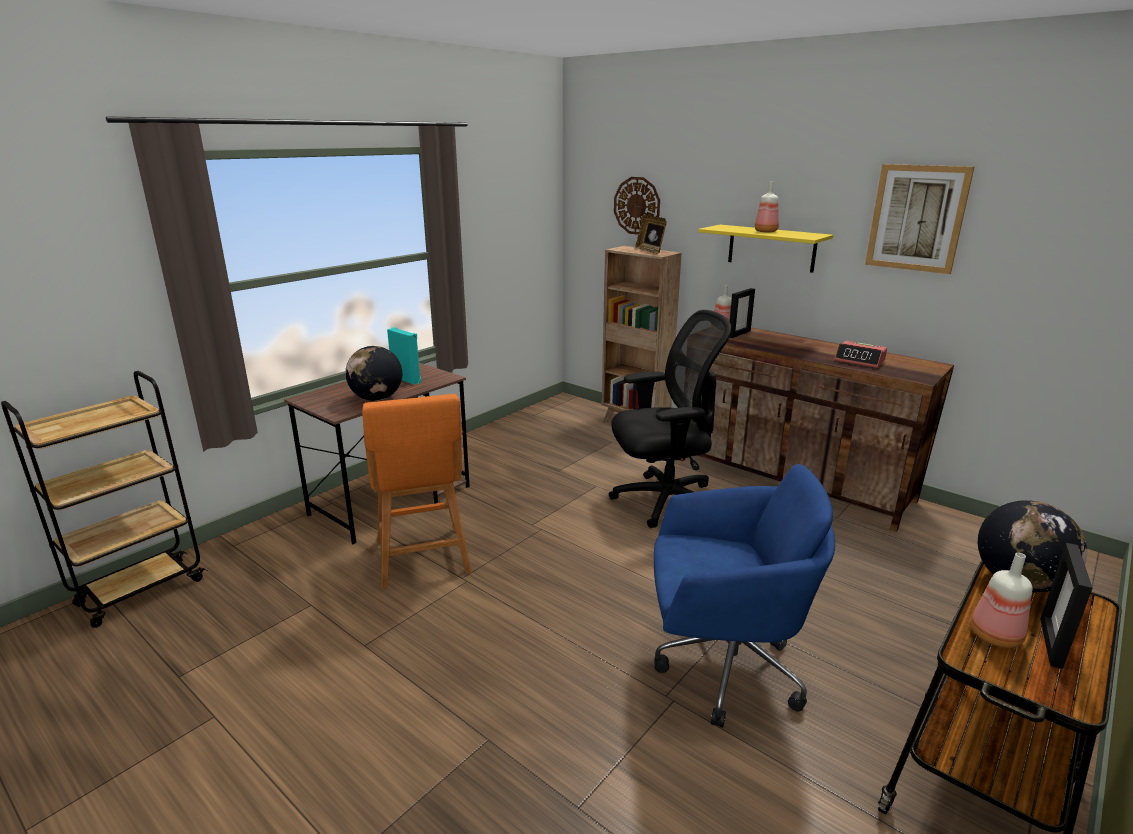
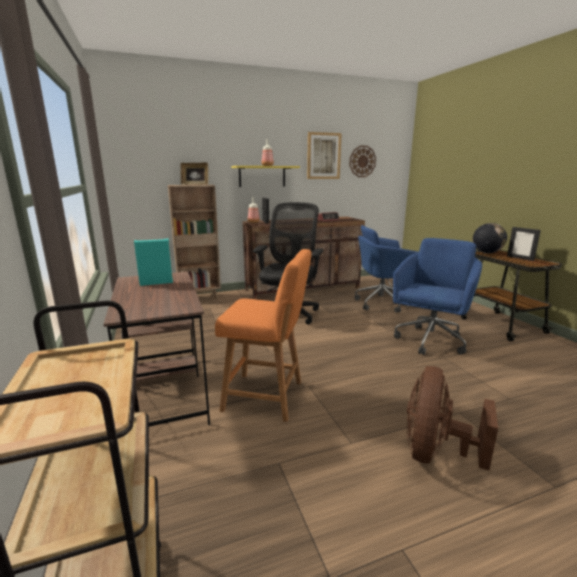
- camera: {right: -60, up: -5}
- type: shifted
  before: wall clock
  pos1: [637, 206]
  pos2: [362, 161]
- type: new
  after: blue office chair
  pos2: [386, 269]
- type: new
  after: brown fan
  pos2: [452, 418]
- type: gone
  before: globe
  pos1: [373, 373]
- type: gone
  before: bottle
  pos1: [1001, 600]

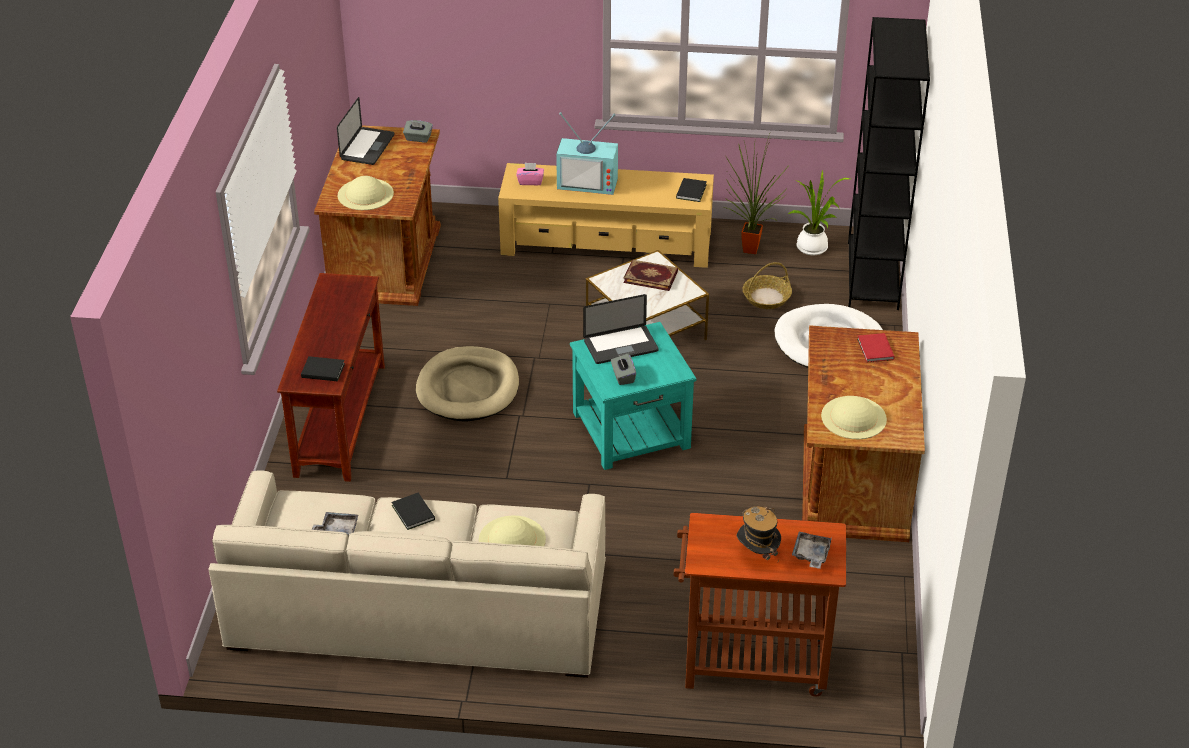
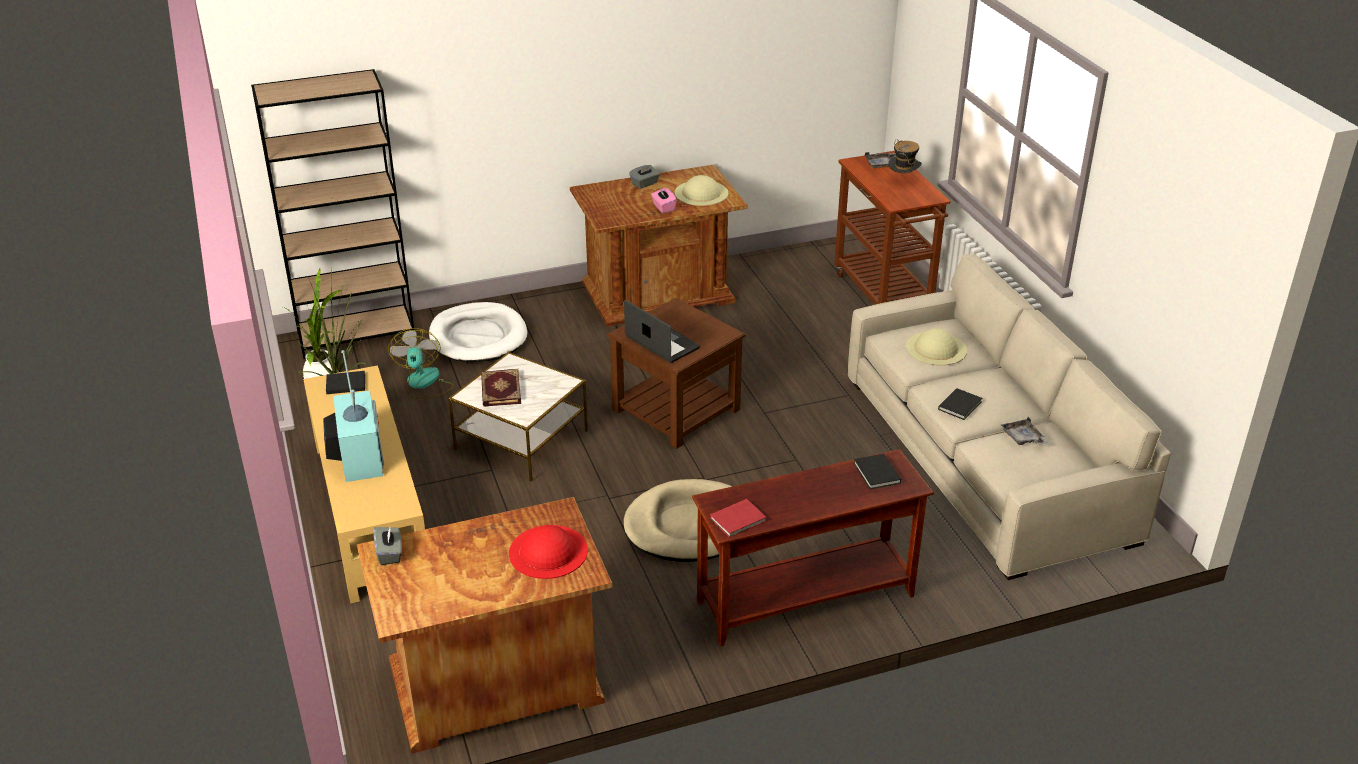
- camera: {right: -115, up: -5}
- type: repainted
  before: black bookcase
  after: beige bookcase
  pos1: [889, 163]
  pos2: [332, 214]
- type: swapped
  before: basket
  after: fan
  pos1: [767, 285]
  pos2: [421, 364]
- type: repainted
  before: beige hat
  after: red hat
  pos1: [366, 193]
  pos2: [548, 552]
- type: repainted
  before: turquoise side table
  after: brown side table
  pos1: [633, 396]
  pos2: [677, 373]
- type: shifted
  before: grey tissue box
  pos1: [623, 369]
  pos2: [644, 177]
- type: shifted
  before: pink tissue box
  pos1: [530, 174]
  pos2: [664, 200]
- type: shifted
  before: red book
  pos1: [876, 348]
  pos2: [738, 518]
- type: gone
  before: laptop
  pos1: [366, 131]

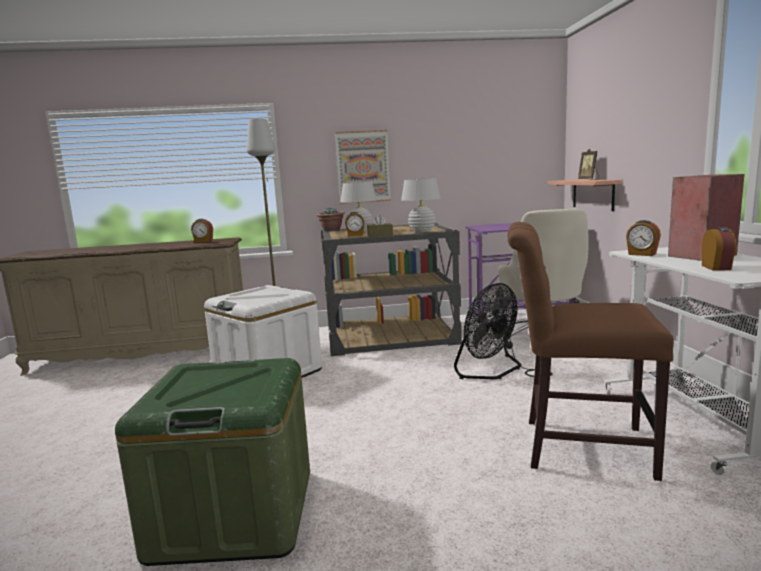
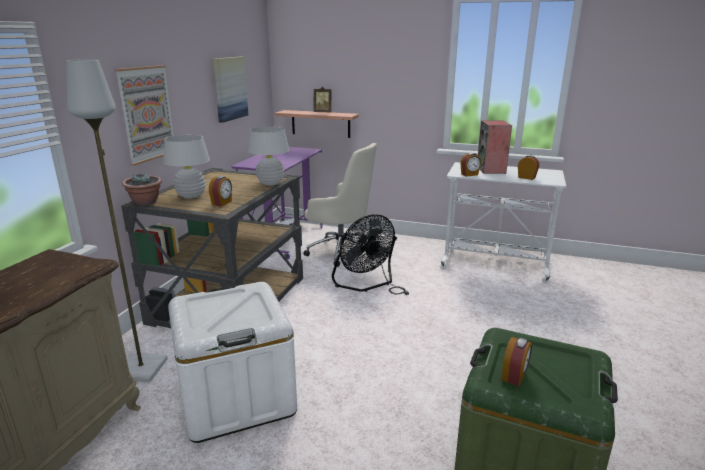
- camera: {right: -65, up: 10}
- type: new
  after: picture
  pos2: [230, 90]
- type: rotated
  before: black fan
  pos1: [503, 331]
  pos2: [370, 254]
  turn: 75
- type: shifted
  before: alarm clock
  pos1: [202, 231]
  pos2: [517, 361]
- type: gone
  before: brown tissue box
  pos1: [380, 225]
- type: gone
  before: brown chair
  pos1: [590, 351]

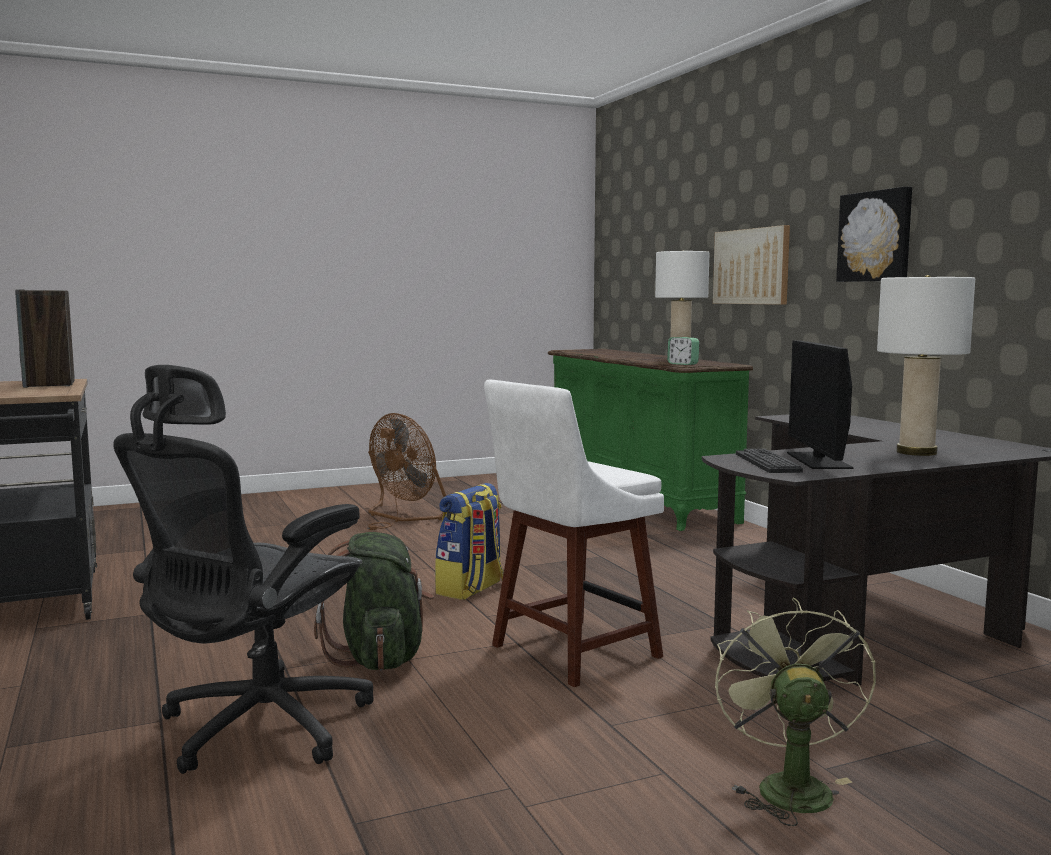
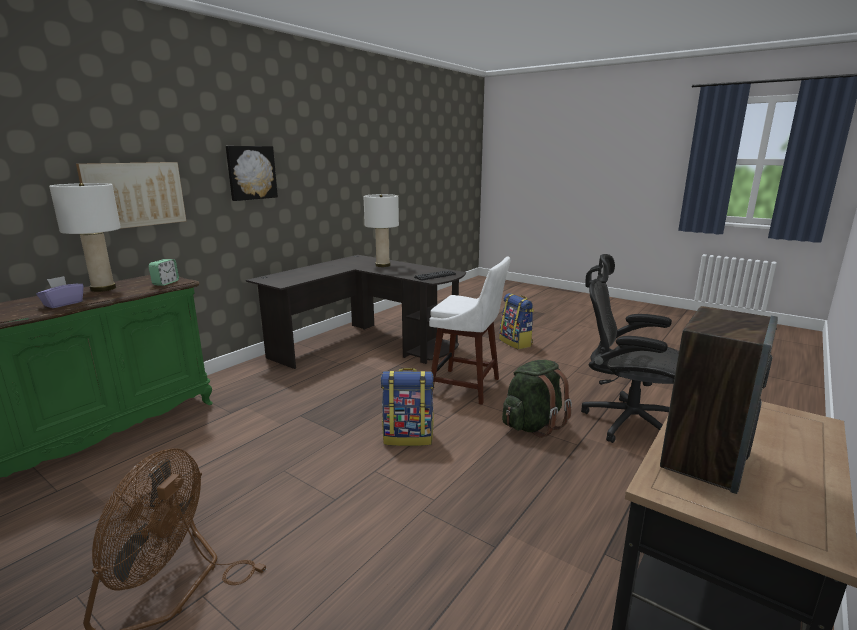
- camera: {right: -120, up: 10}
- type: new
  after: purple tissue box
  pos2: [59, 292]
- type: swapped
  before: green fan
  after: backpack
  pos1: [795, 712]
  pos2: [516, 321]
- type: rotated
  before: office chair
  pos1: [243, 569]
  pos2: [630, 348]
  turn: -150
- type: gone
  before: monitor
  pos1: [820, 404]

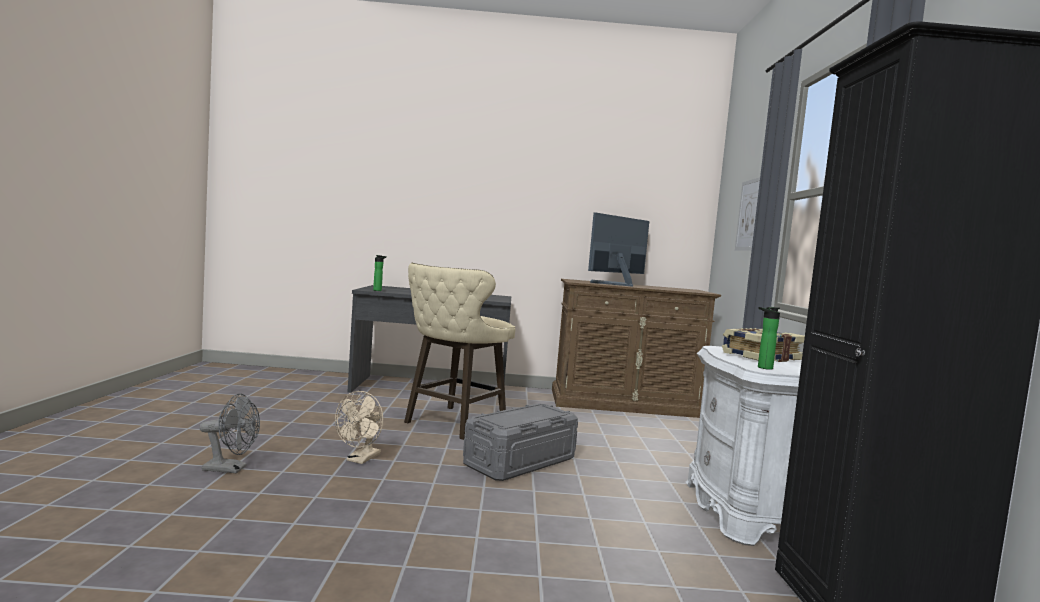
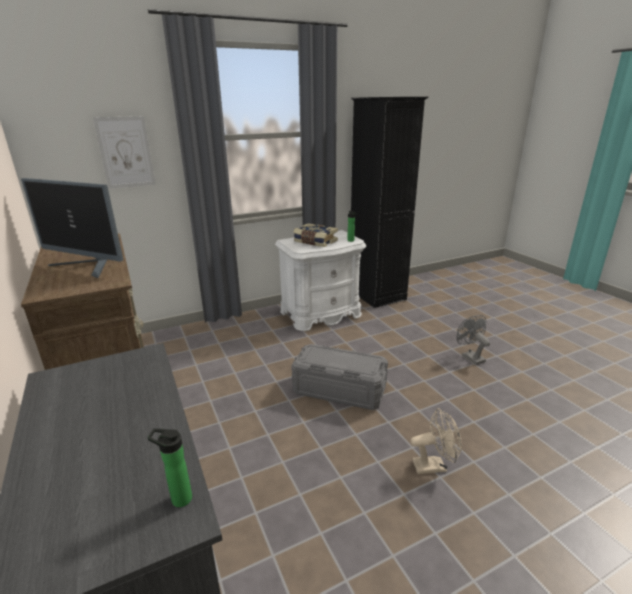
- camera: {right: -115, up: 20}
- type: shifted
  before: grey fan
  pos1: [229, 433]
  pos2: [473, 340]
- type: gone
  before: beige stool
  pos1: [459, 351]

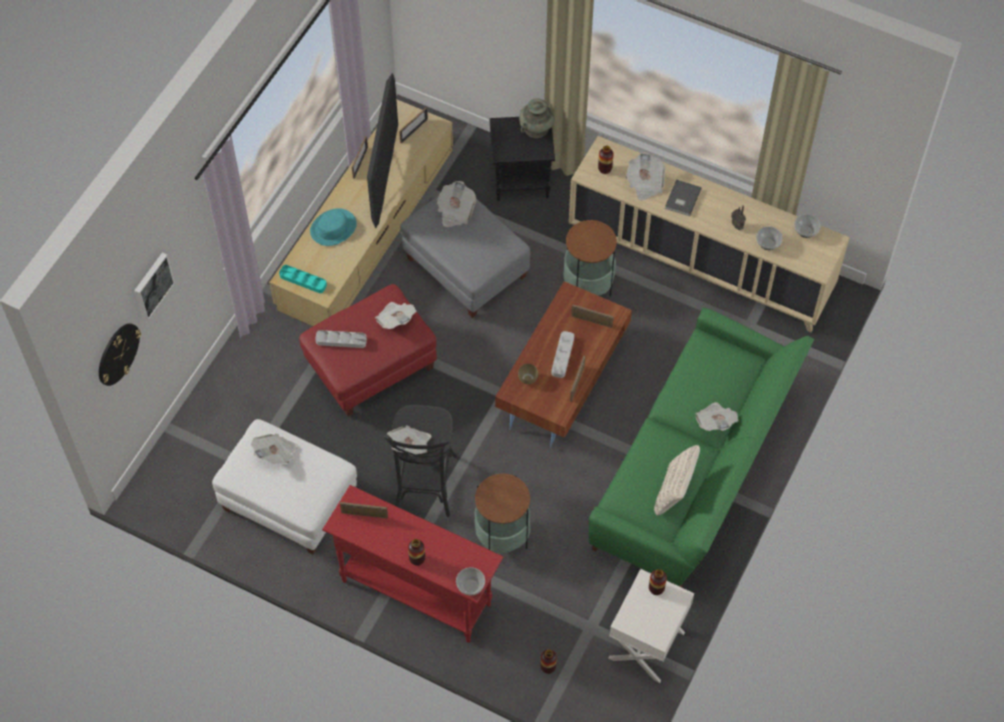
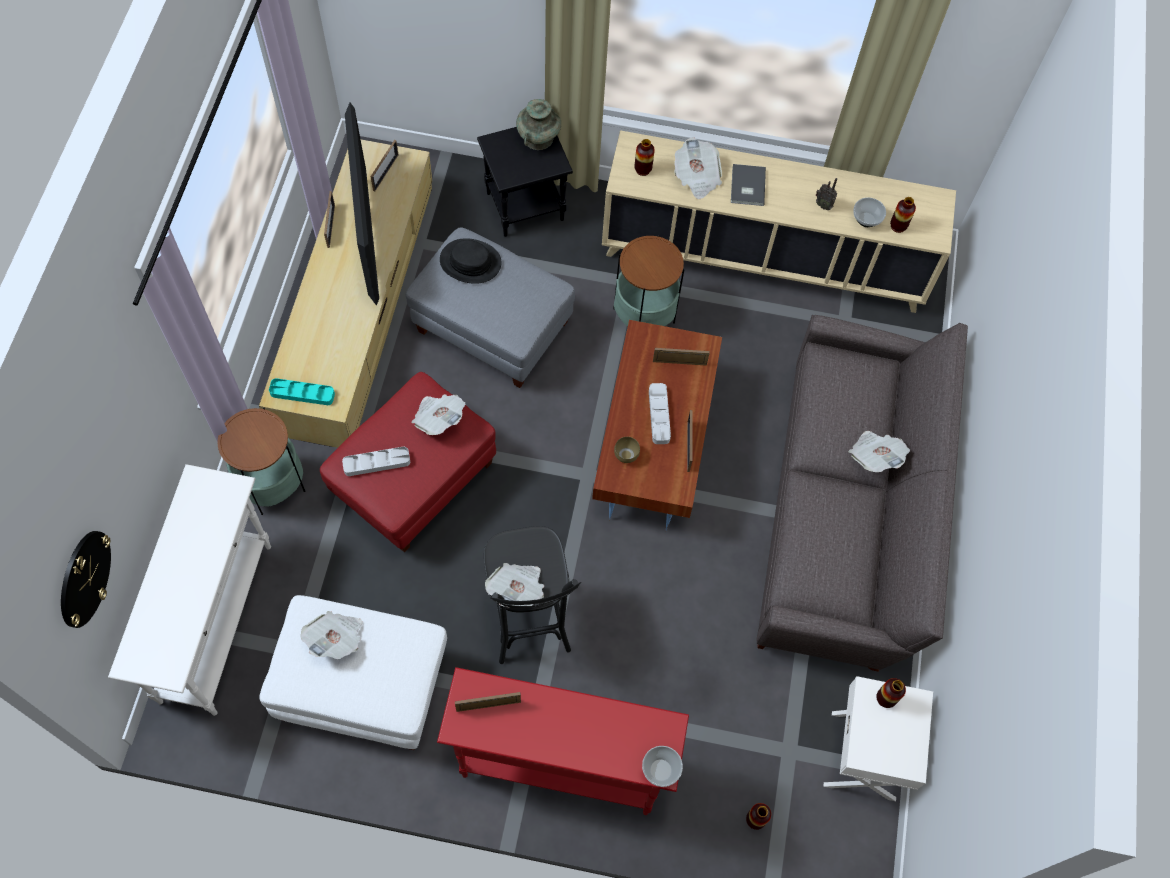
- camera: {right: -20, up: 5}
- type: new
  after: white console table
  pos2: [189, 590]
- type: shifted
  before: side table
  pos1: [502, 514]
  pos2: [261, 461]
- type: swapped
  before: newspaper
  after: black hat
  pos1: [457, 204]
  pos2: [470, 261]
- type: repainted
  before: green sofa
  after: grey sofa
  pos1: [701, 447]
  pos2: [862, 493]
- type: shifted
  before: vase
  pos1: [416, 552]
  pos2: [903, 215]
- type: gone
  before: picture
  pos1: [154, 286]
- type: gone
  before: turquoise hat
  pos1: [333, 227]
- type: gone
  before: beige pillow
  pos1: [677, 480]
- type: gone
  before: bowl
  pos1: [807, 226]

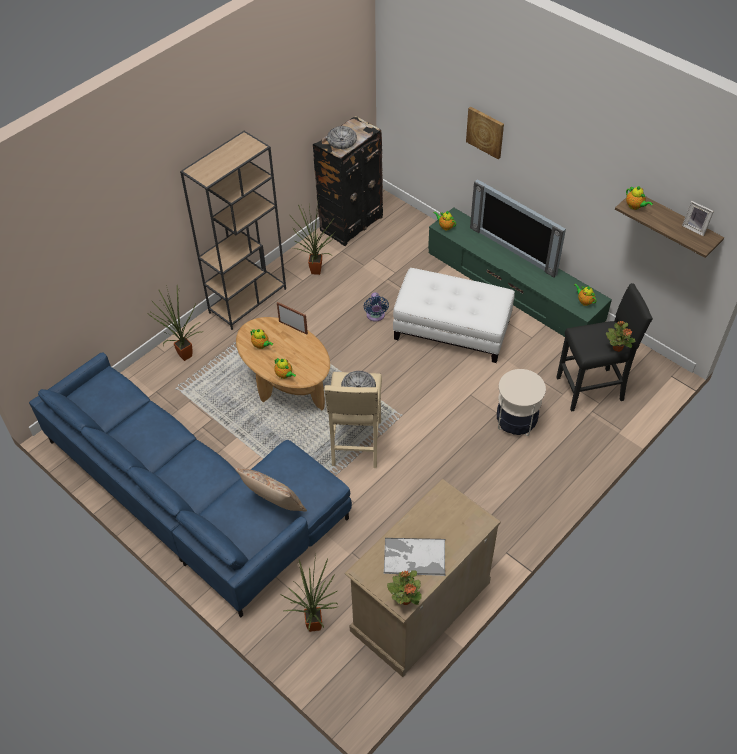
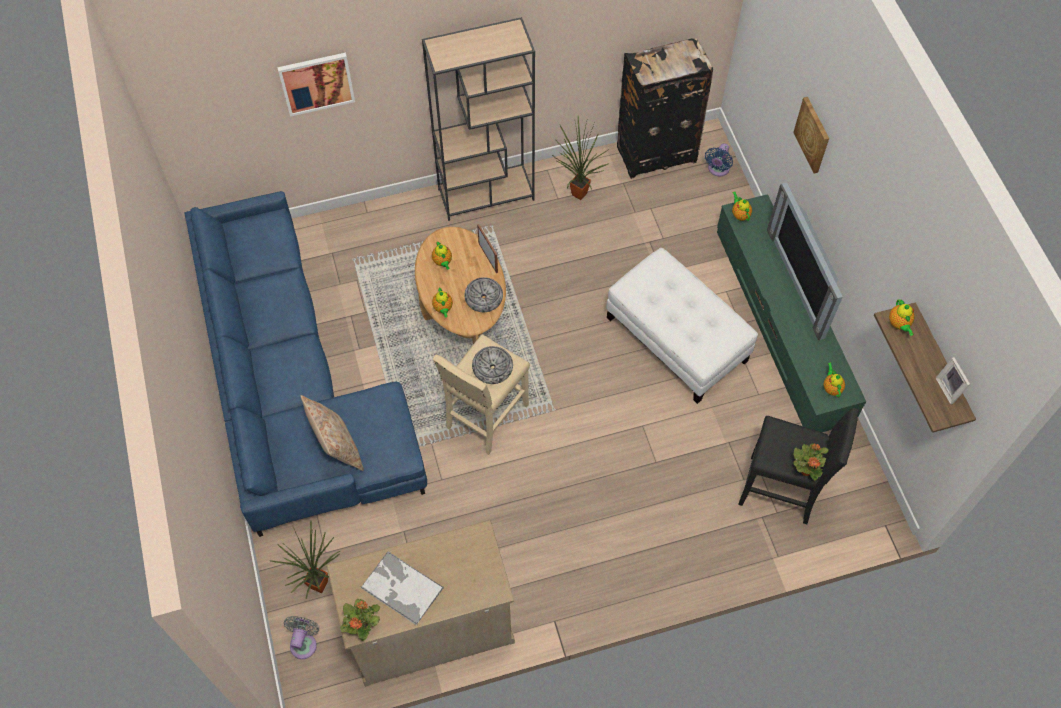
- camera: {right: 30, up: 10}
- type: new
  after: picture
  pos2: [316, 85]
- type: new
  after: grey fan
  pos2: [301, 637]
- type: shifted
  before: bowl
  pos1: [342, 137]
  pos2: [483, 294]
- type: shifted
  before: blue fan
  pos1: [376, 307]
  pos2: [719, 159]
- type: gone
  before: potted plant
  pos1: [176, 323]
- type: gone
  before: beige side table
  pos1: [521, 402]

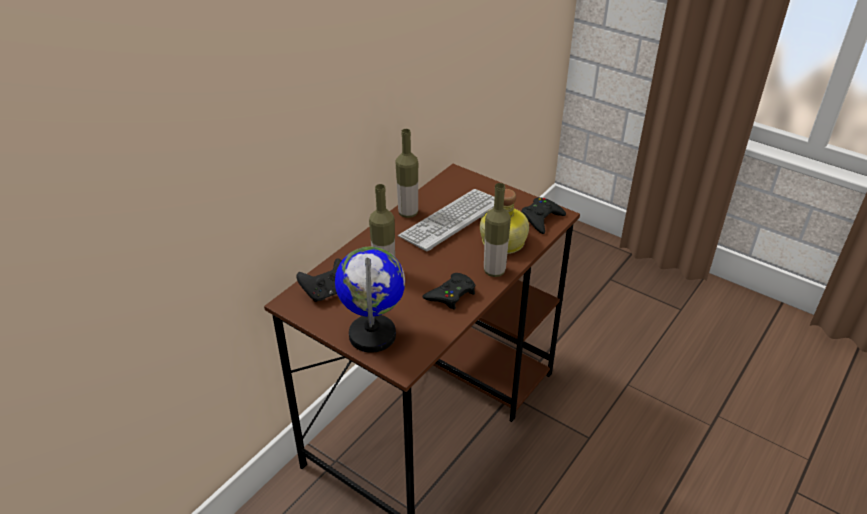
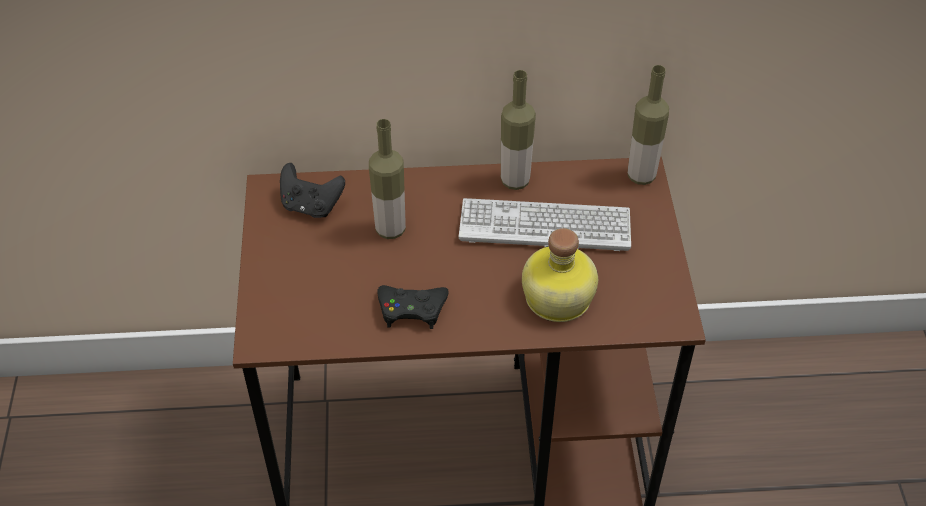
- camera: {right: 50, up: 10}
- type: shifted
  before: bottle
  pos1: [497, 230]
  pos2: [648, 125]
- type: gone
  before: globe
  pos1: [370, 299]
- type: gone
  before: black game controller
  pos1: [543, 215]

